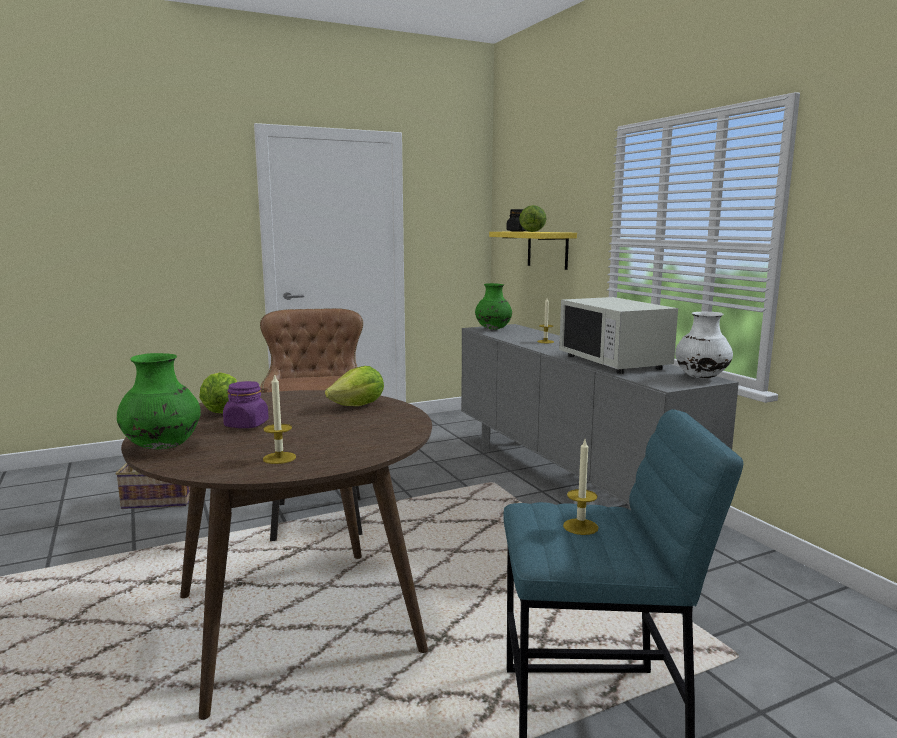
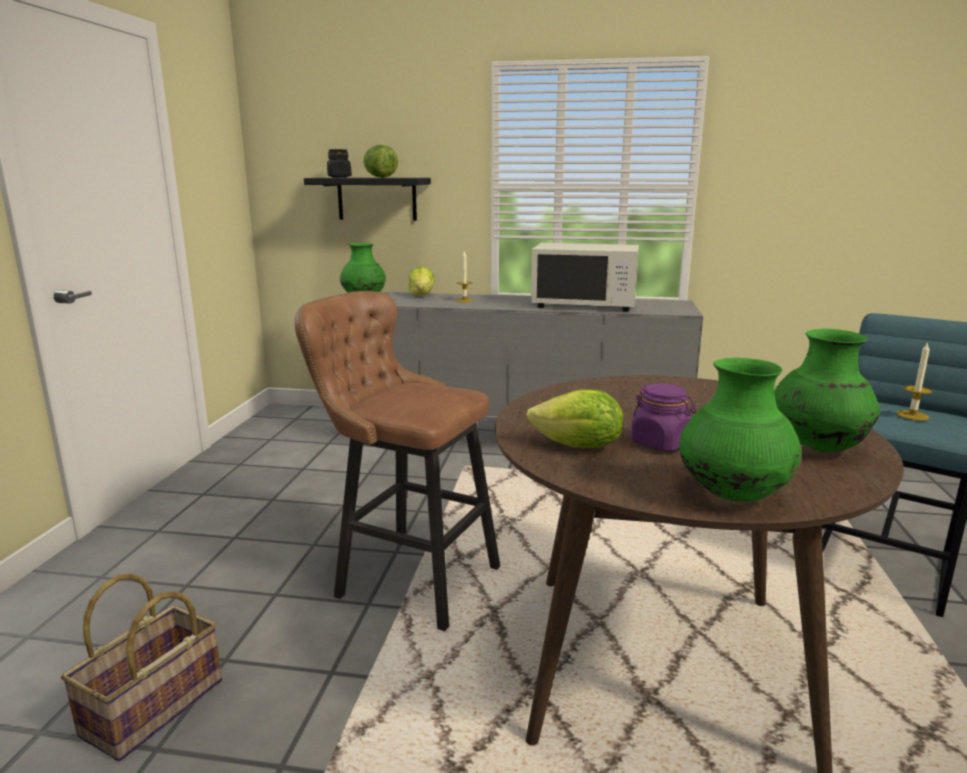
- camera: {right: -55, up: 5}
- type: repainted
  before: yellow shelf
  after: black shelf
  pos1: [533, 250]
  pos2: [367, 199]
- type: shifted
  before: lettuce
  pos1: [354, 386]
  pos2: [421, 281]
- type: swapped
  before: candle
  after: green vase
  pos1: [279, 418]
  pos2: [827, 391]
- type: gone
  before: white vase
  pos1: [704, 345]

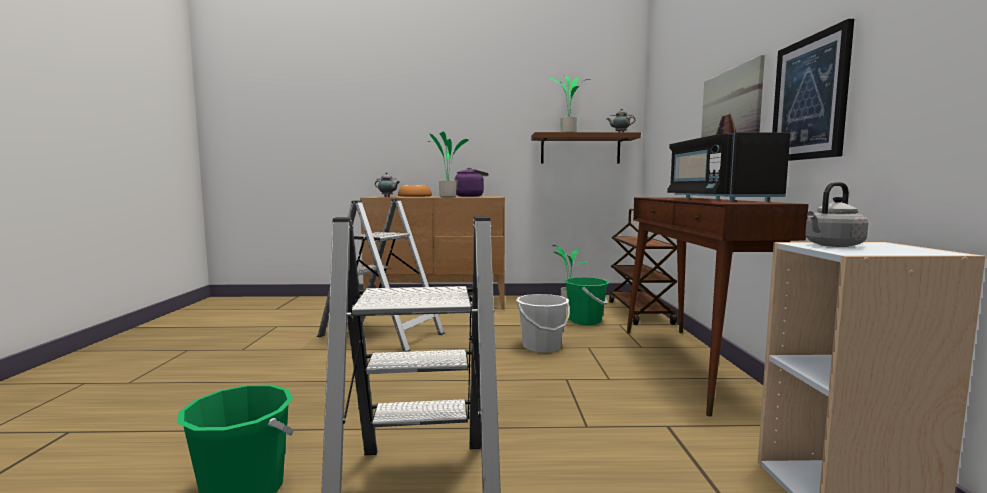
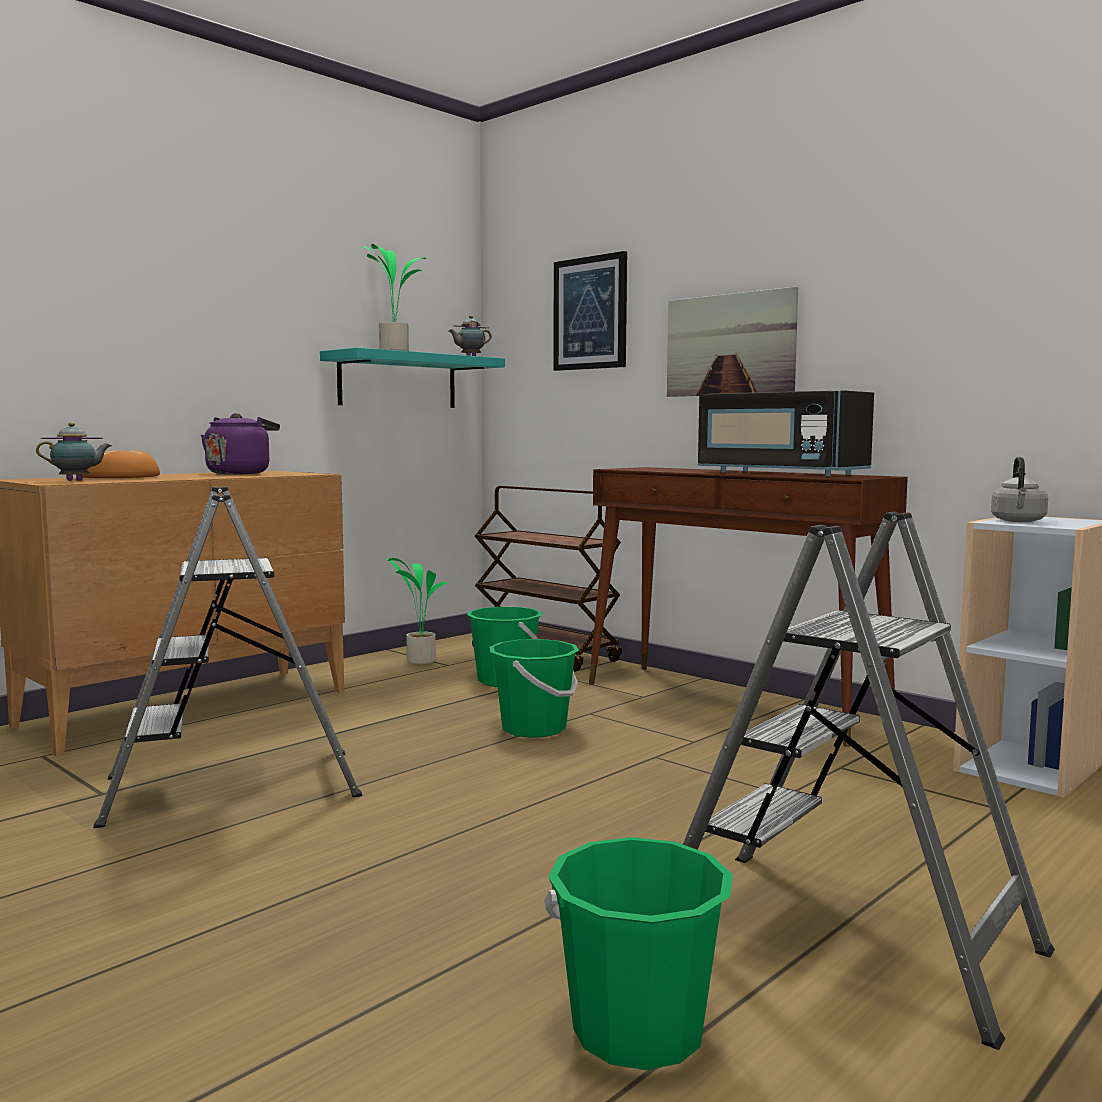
- camera: {right: -45, up: 0}
- type: repainted
  before: brown shelf
  after: turquoise shelf
  pos1: [586, 148]
  pos2: [412, 377]
- type: repainted
  before: white bucket
  after: green bucket
  pos1: [543, 323]
  pos2: [534, 688]
- type: shifted
  before: picture
  pos1: [813, 90]
  pos2: [590, 311]
- type: gone
  before: potted plant
  pos1: [448, 164]

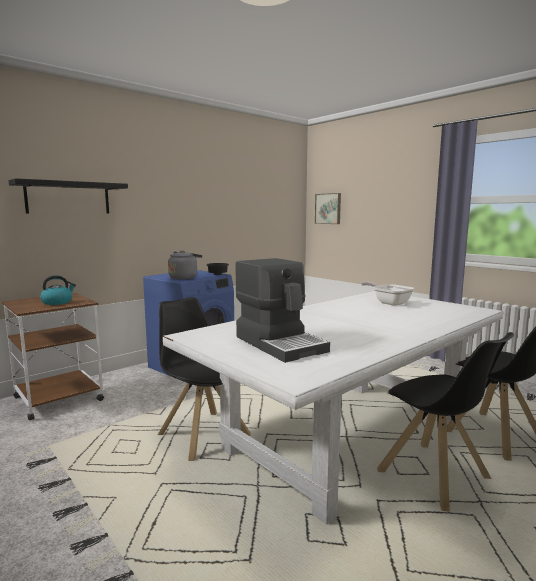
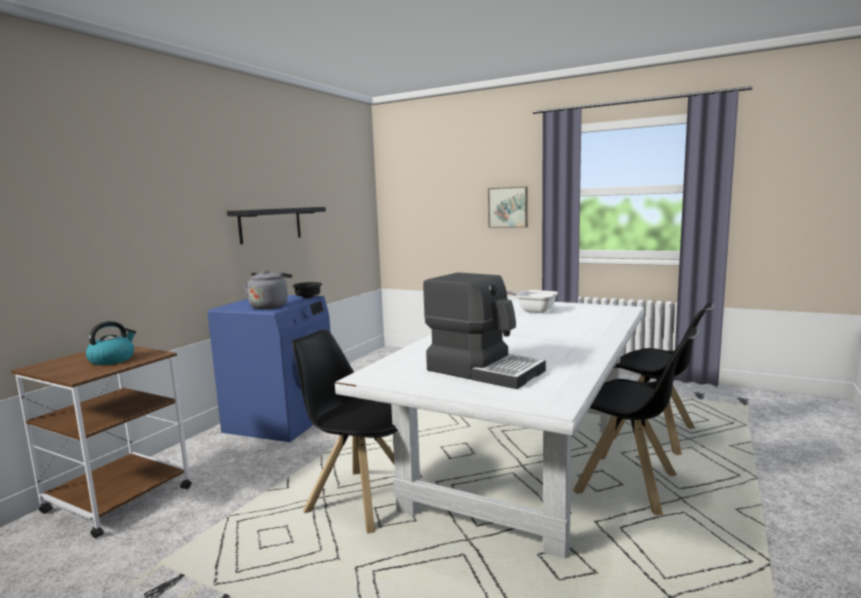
- camera: {right: -20, up: 0}
- type: shifted
  before: black shelf
  pos1: [68, 196]
  pos2: [276, 225]
- type: shifted
  before: picture
  pos1: [328, 208]
  pos2: [508, 207]

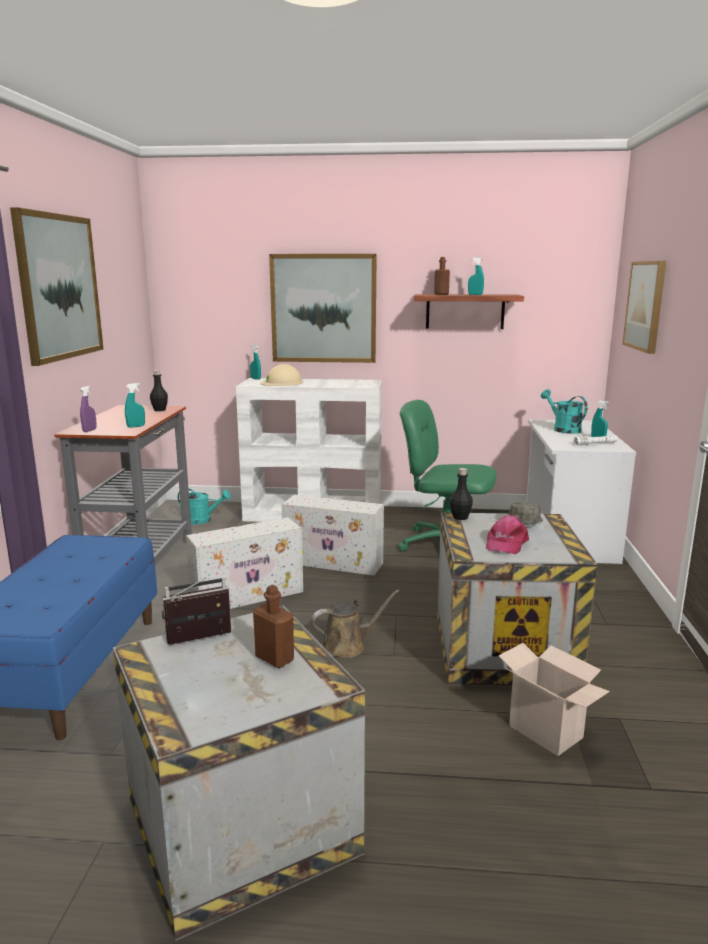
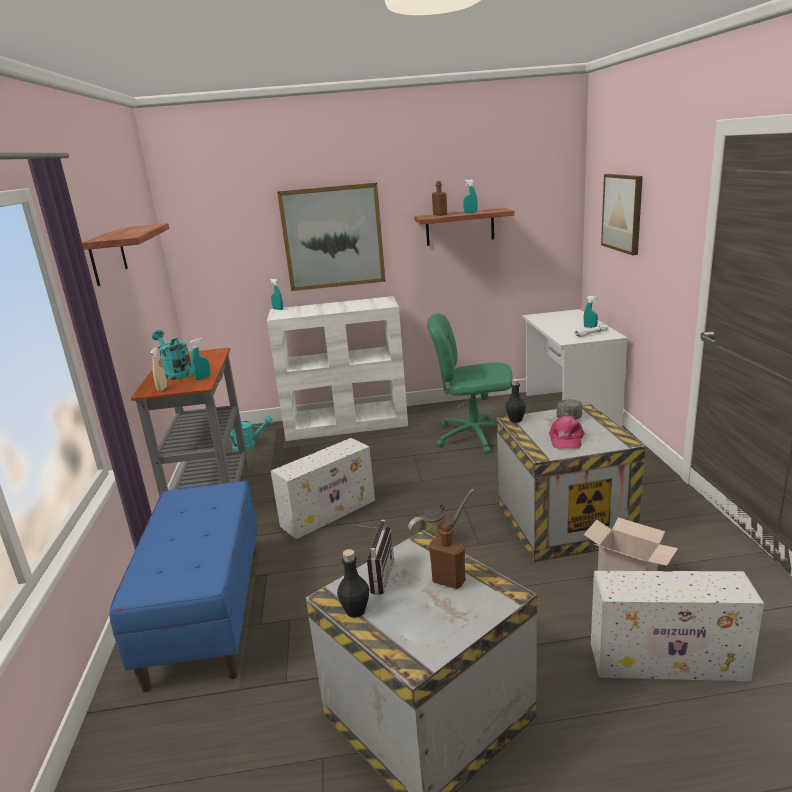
- camera: {right: -10, up: 5}
- type: swapped
  before: picture
  after: shelf
  pos1: [57, 286]
  pos2: [125, 254]
- type: repainted
  before: purple spray bottle
  after: beige spray bottle
  pos1: [88, 409]
  pos2: [158, 369]
- type: shifted
  before: turquoise watering can
  pos1: [564, 411]
  pos2: [172, 355]
- type: shifted
  before: black bottle
  pos1: [159, 390]
  pos2: [353, 583]
- type: rotated
  before: radio
  pos1: [196, 611]
  pos2: [374, 557]
  turn: 135
- type: shifted
  before: white storage box
  pos1: [333, 535]
  pos2: [677, 626]
- type: gone
  before: beige hard hat
  pos1: [281, 375]

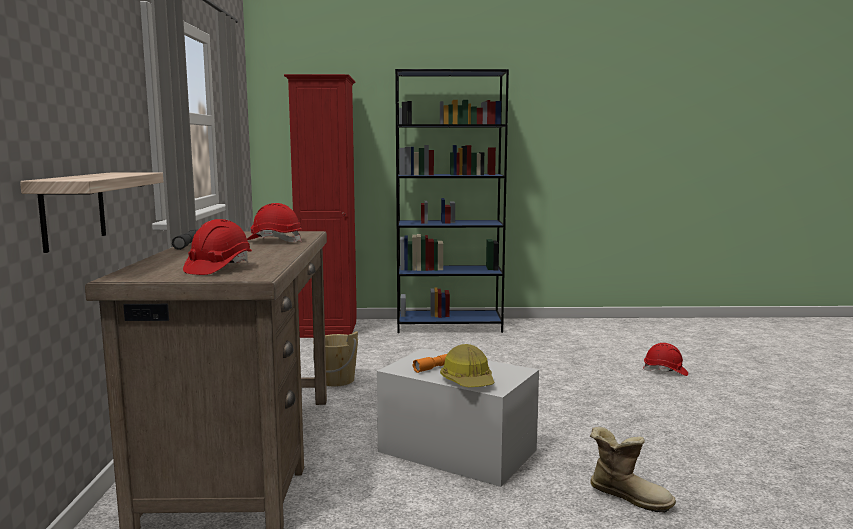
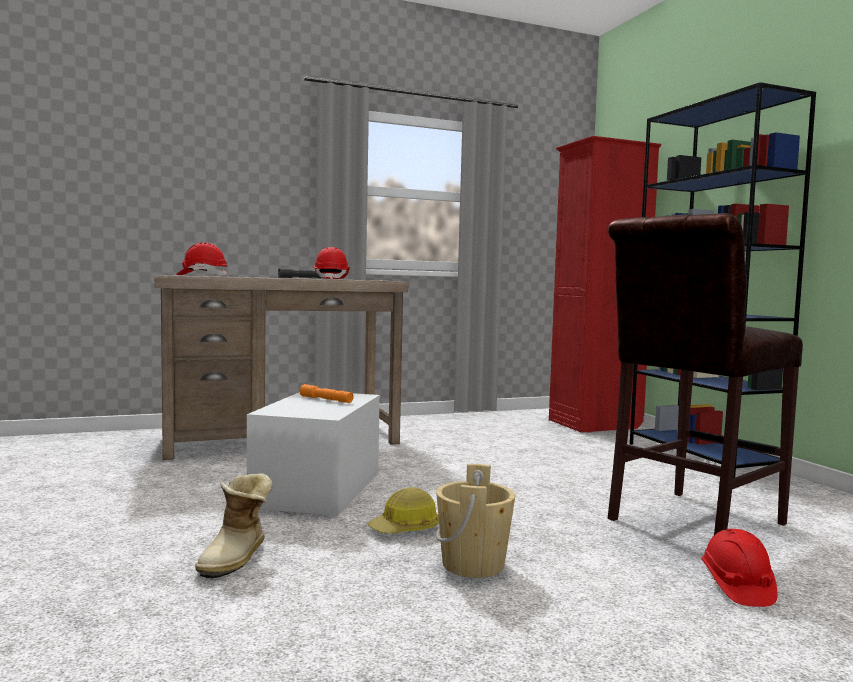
- camera: {right: 70, up: -5}
- type: shifted
  before: hard hat
  pos1: [467, 365]
  pos2: [403, 510]
- type: shifted
  before: beige bucket
  pos1: [335, 359]
  pos2: [475, 521]
- type: new
  after: brown stool
  pos2: [705, 374]
- type: gone
  before: shelf
  pos1: [91, 213]

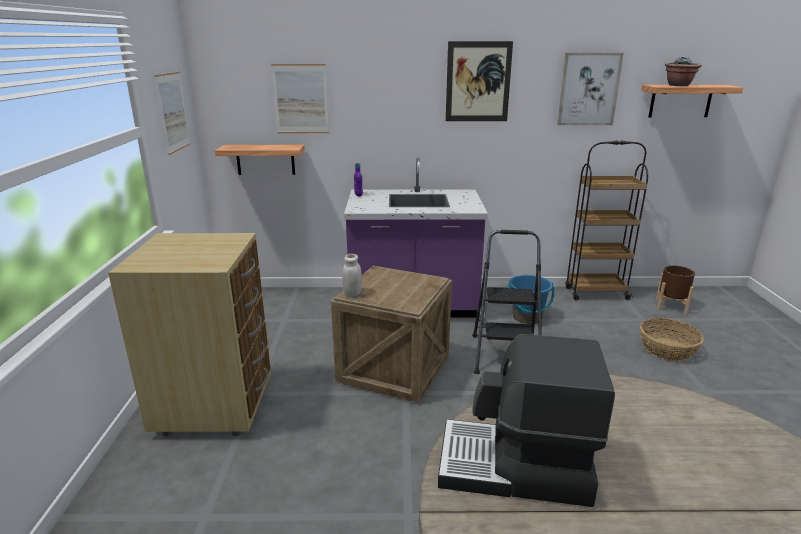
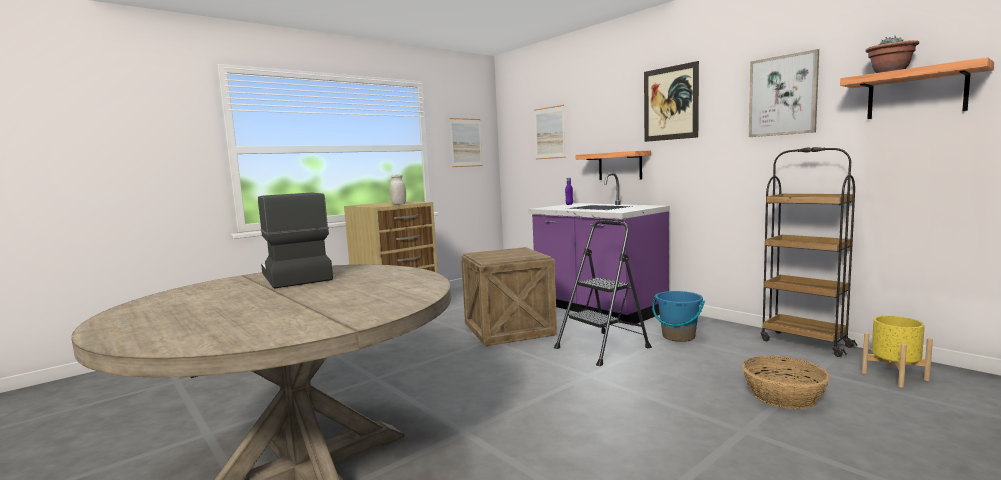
- camera: {right: 50, up: -15}
- type: shifted
  before: white jar
  pos1: [352, 276]
  pos2: [398, 189]
- type: shifted
  before: shelf
  pos1: [260, 160]
  pos2: [613, 165]
- type: repainted
  before: brown planter
  after: yellow planter
  pos1: [675, 290]
  pos2: [897, 352]

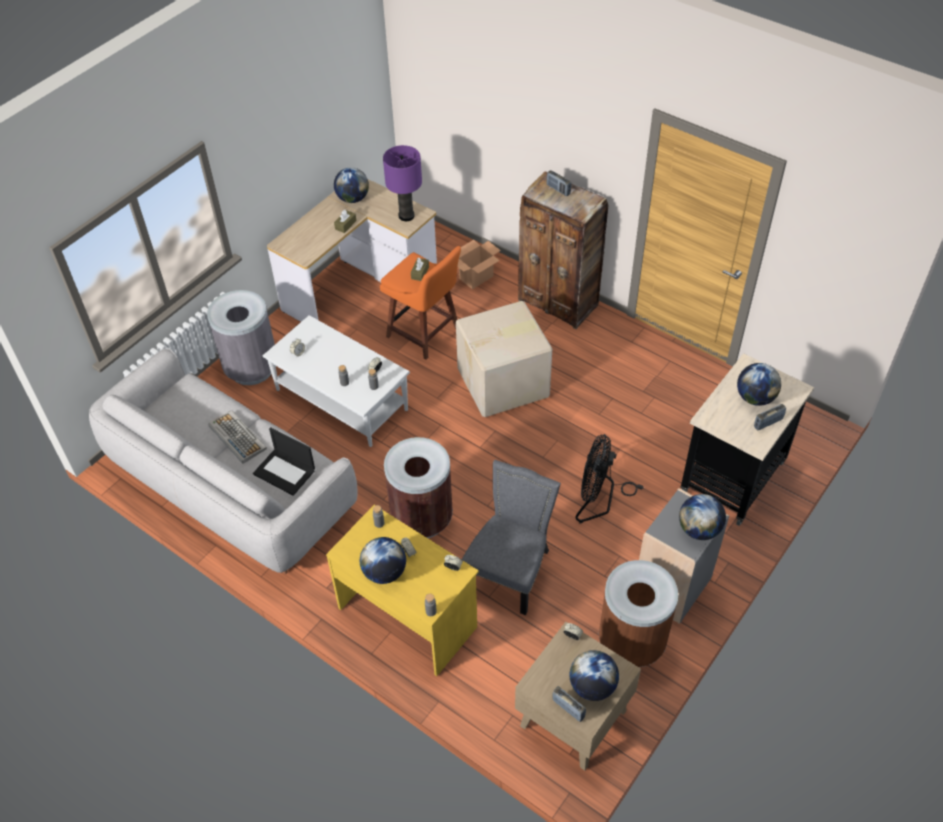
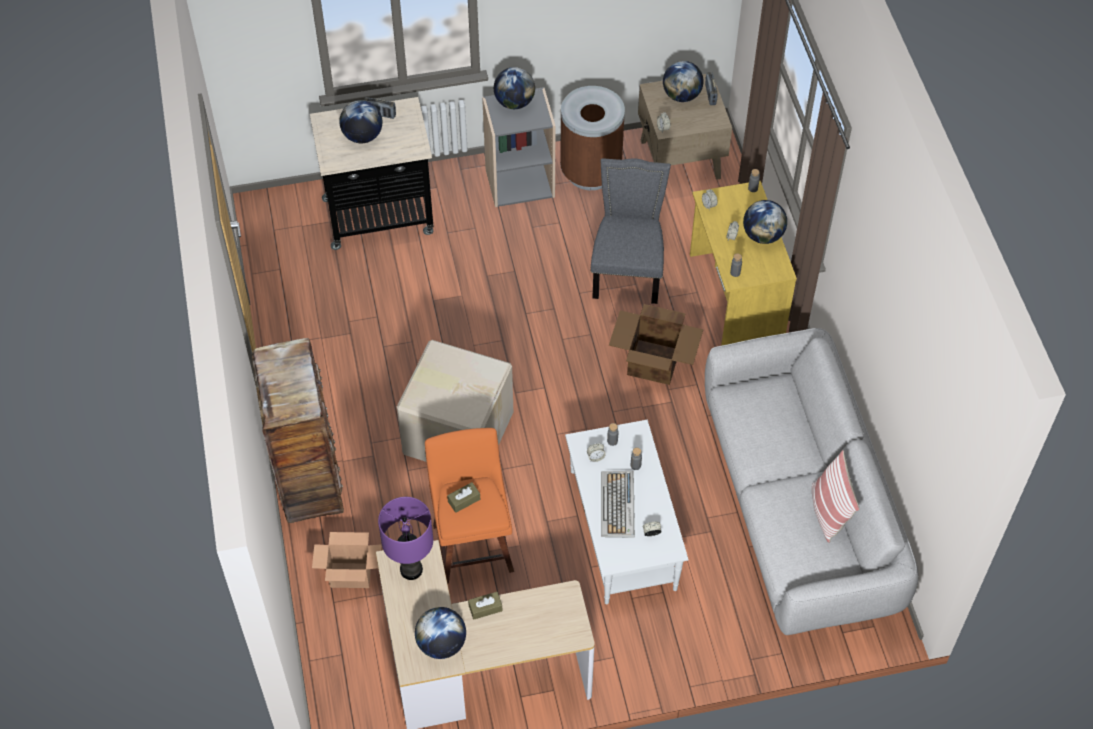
- camera: {right: -140, up: 5}
- type: rotated
  before: grey chair
  pos1: [511, 537]
  pos2: [630, 231]
  turn: 120
- type: shifted
  before: keyboard
  pos1: [237, 437]
  pos2: [618, 504]
- type: swapped
  before: brown trash can
  after: cardboard box
  pos1: [418, 487]
  pos2: [656, 344]
- type: new
  after: pillow
  pos2: [835, 496]
- type: gone
  before: grey trash can
  pos1: [241, 337]
- type: gone
  before: laptop
  pos1: [284, 461]
- type: gone
  before: radio
  pos1: [559, 183]
- type: gone
  before: black fan
  pos1: [609, 478]

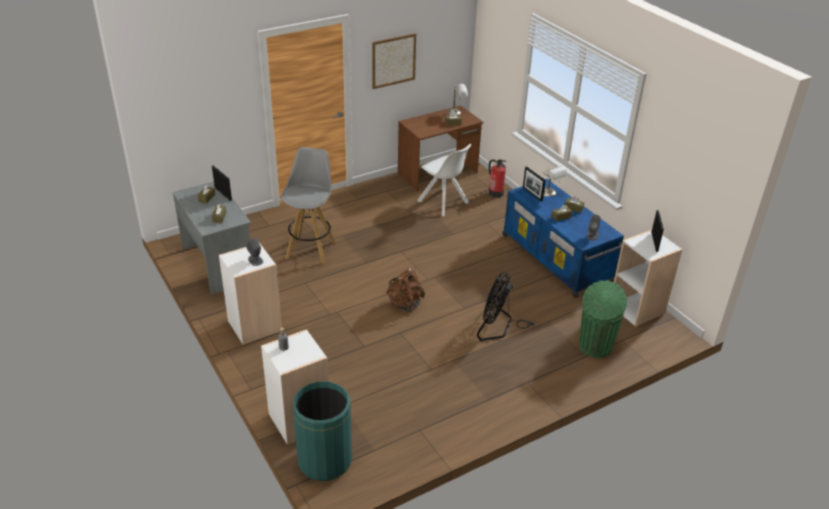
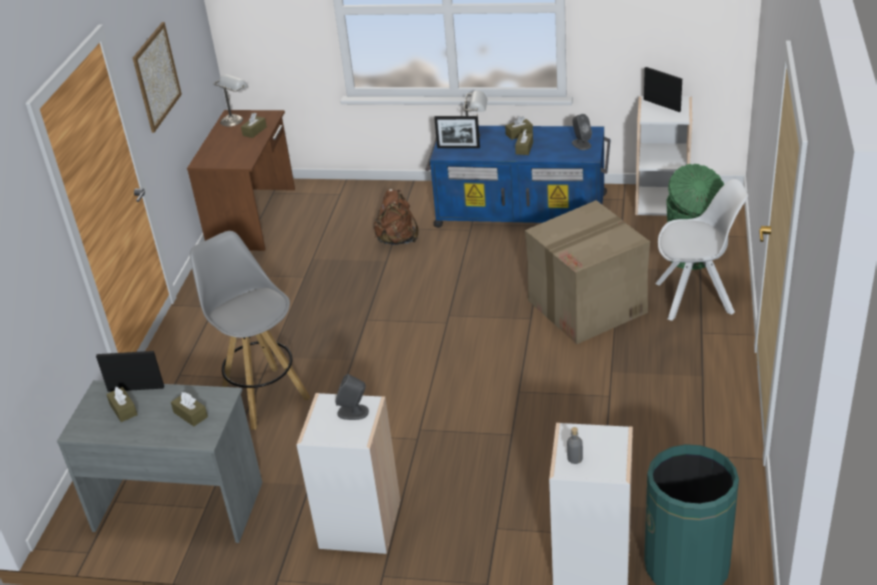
- camera: {right: -45, up: 0}
- type: shifted
  before: brown backpack
  pos1: [405, 290]
  pos2: [396, 217]
- type: swapped
  before: black fan
  after: cardboard box
  pos1: [506, 307]
  pos2: [587, 272]
- type: shifted
  before: white chair
  pos1: [444, 180]
  pos2: [701, 250]
- type: gone
  before: fire extinguisher
  pos1: [498, 179]

